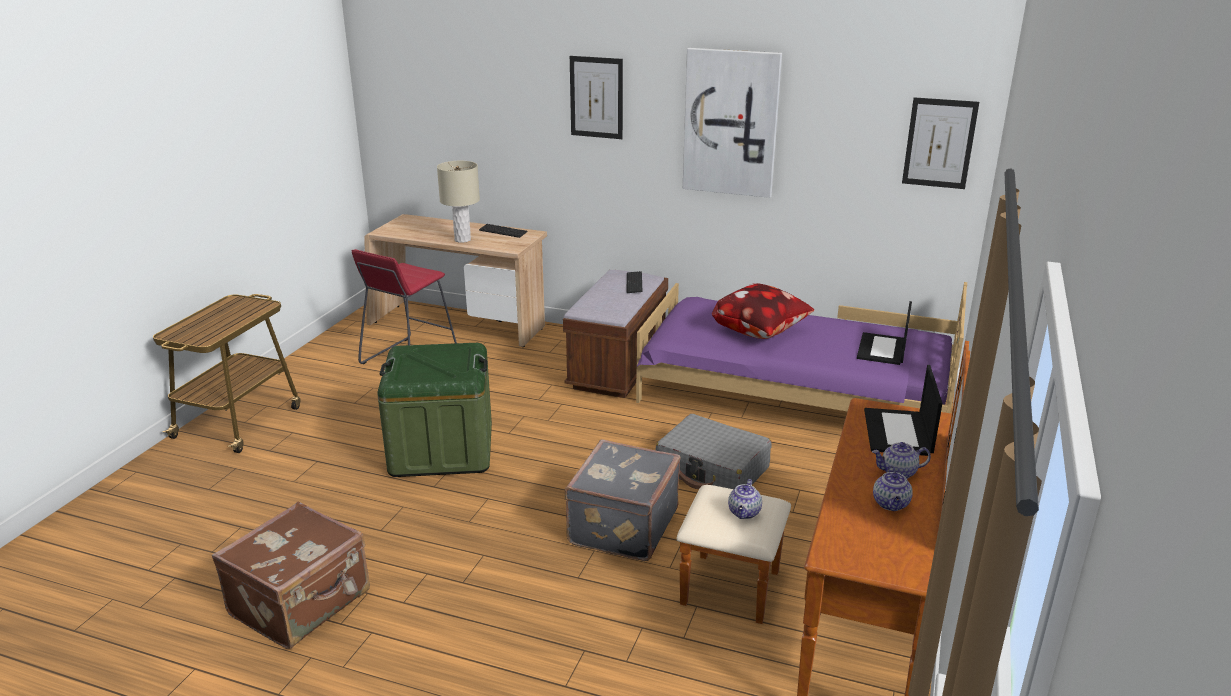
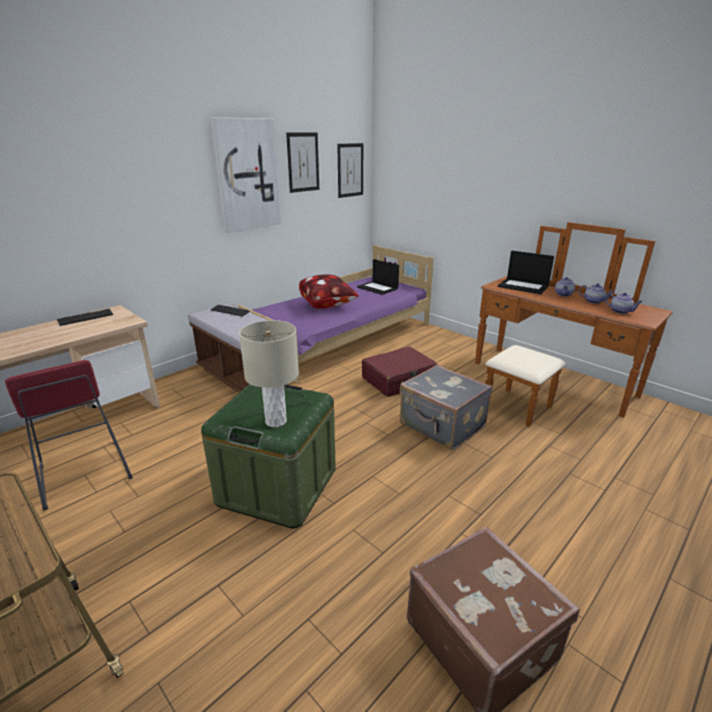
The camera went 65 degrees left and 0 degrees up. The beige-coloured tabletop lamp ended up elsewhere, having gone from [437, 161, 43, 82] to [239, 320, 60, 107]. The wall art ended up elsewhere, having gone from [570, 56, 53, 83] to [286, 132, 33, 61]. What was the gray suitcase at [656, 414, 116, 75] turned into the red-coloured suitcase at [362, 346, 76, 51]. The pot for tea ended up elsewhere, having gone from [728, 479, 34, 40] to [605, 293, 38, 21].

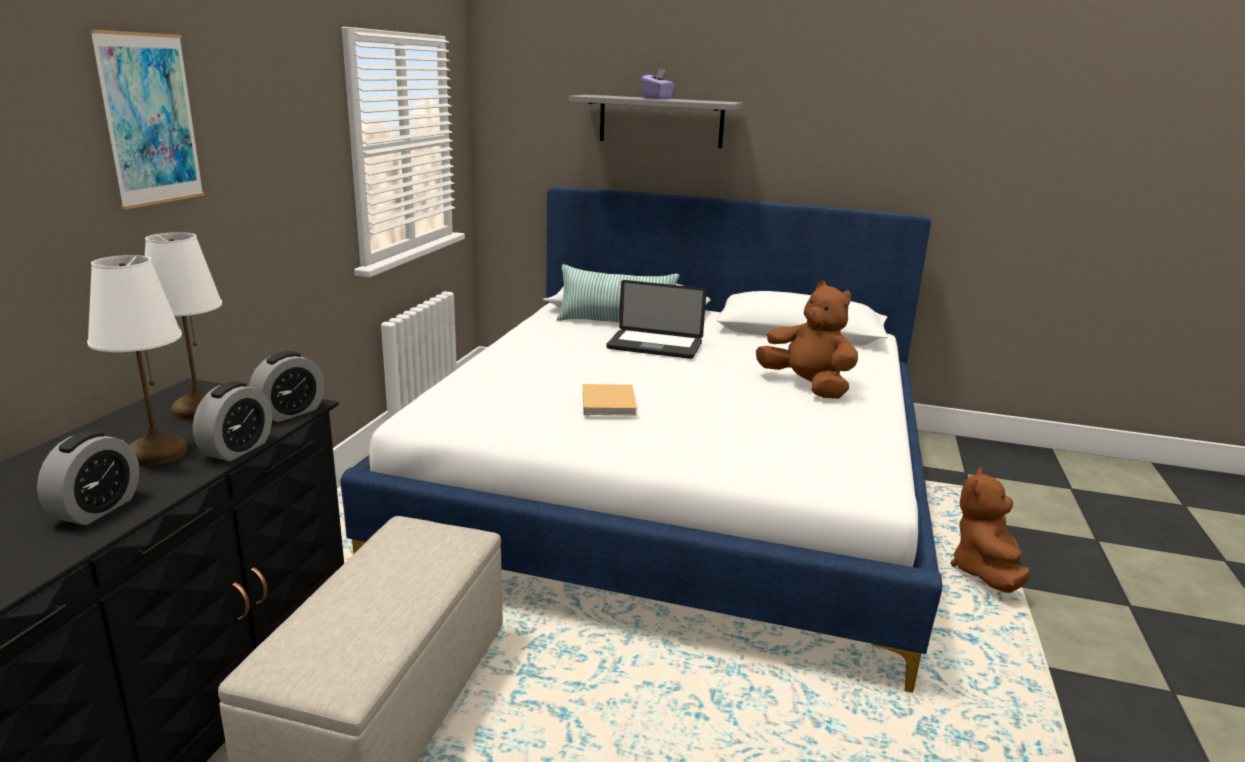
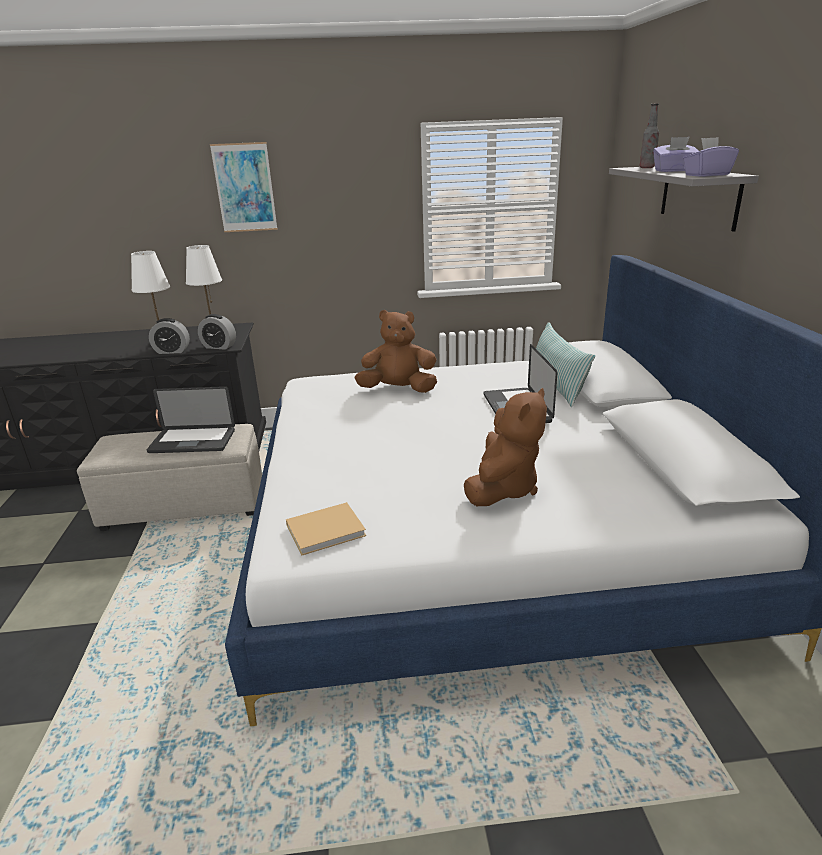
The camera went 70 degrees right and 5 degrees up. The second view gained the laptop at [147, 386, 88, 67]. The beige-coloured book ended up elsewhere, having gone from [583, 384, 54, 32] to [286, 502, 80, 53]. The brown-coloured cuddly toy ended up elsewhere, having gone from [951, 468, 79, 125] to [355, 310, 82, 83]. The second view gained the beverage bottle at [639, 103, 20, 65]. The second view gained the purple tissue box at [683, 137, 56, 40]. The second view lost the table clock at [37, 431, 102, 94].

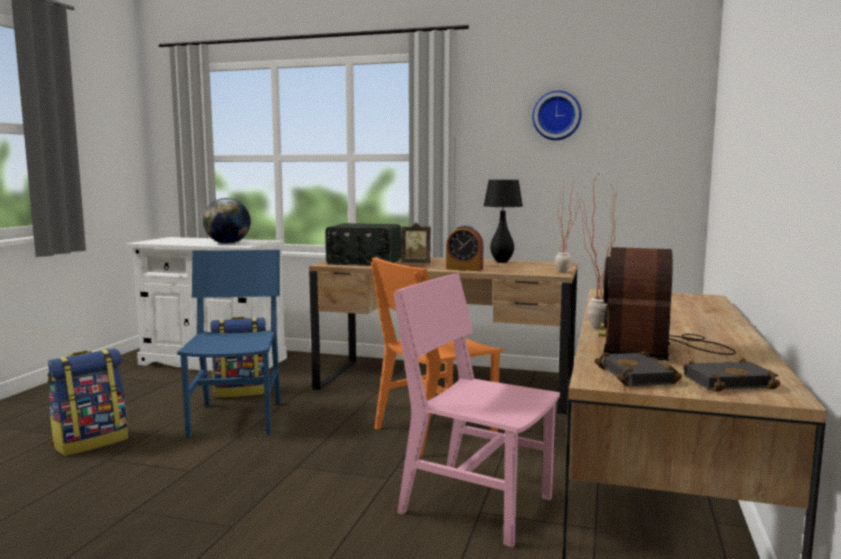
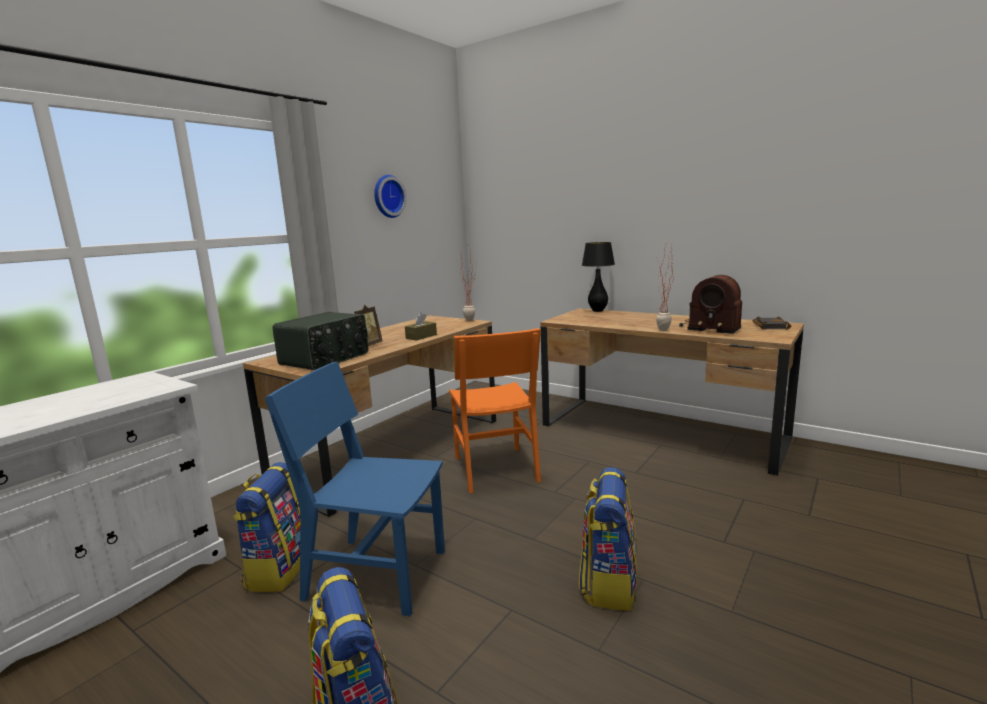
The camera went 70 degrees left and 5 degrees up. Where the table clock stood at [446, 225, 37, 46], the brown-coloured tissue box came to stand at [405, 312, 32, 29]. The second view gained the rucksack at [579, 467, 58, 144]. The black-coloured tabletop lamp ended up elsewhere, having gone from [484, 180, 39, 83] to [582, 242, 33, 70]. The second view lost the desk globe at [203, 198, 48, 46]. The second view lost the pink-coloured chair at [393, 273, 167, 274]. The second view lost the black-coloured book at [595, 351, 87, 36].

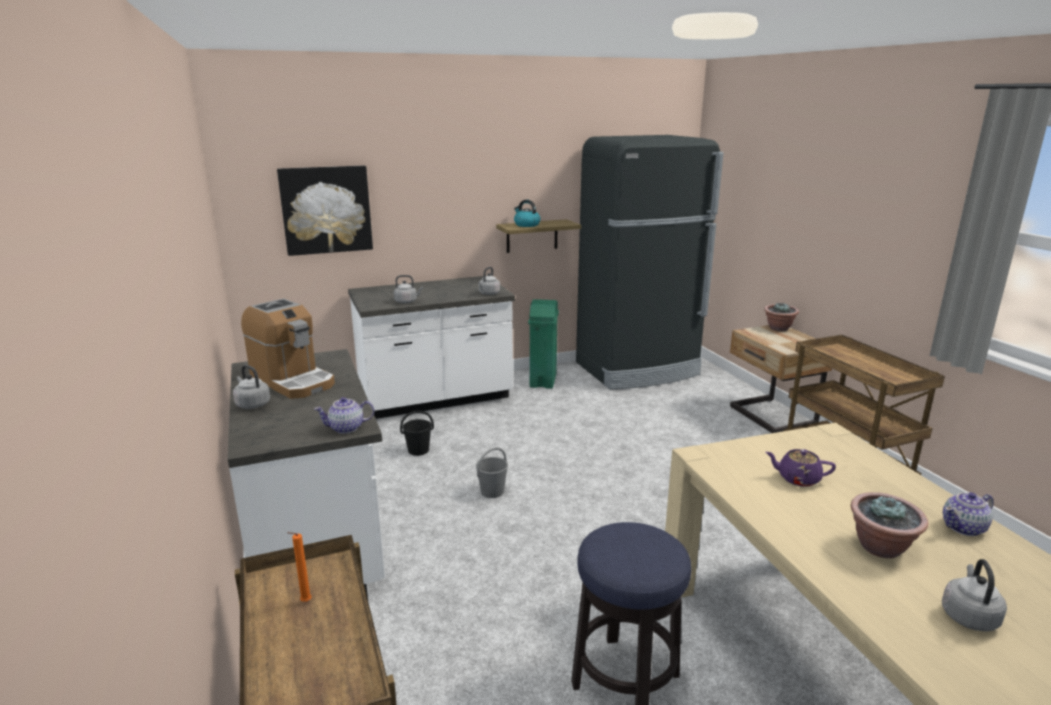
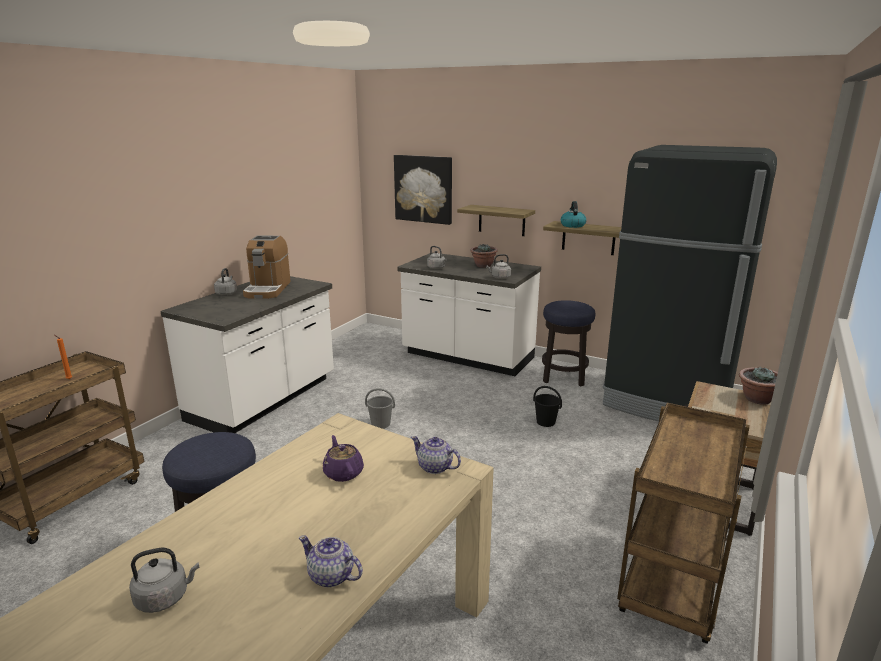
The camera went 50 degrees right and 0 degrees up. The pot for tea ended up elsewhere, having gone from [314, 397, 61, 37] to [411, 436, 50, 38]. The second view gained the bracket shelf at [457, 205, 78, 31]. The plant in a pot ended up elsewhere, having gone from [851, 492, 77, 66] to [470, 244, 28, 24]. The black-coloured pail ended up elsewhere, having gone from [400, 411, 34, 45] to [533, 386, 29, 41]. Where the green waste bin stood at [528, 299, 31, 90], the stool seat came to stand at [542, 300, 53, 87].

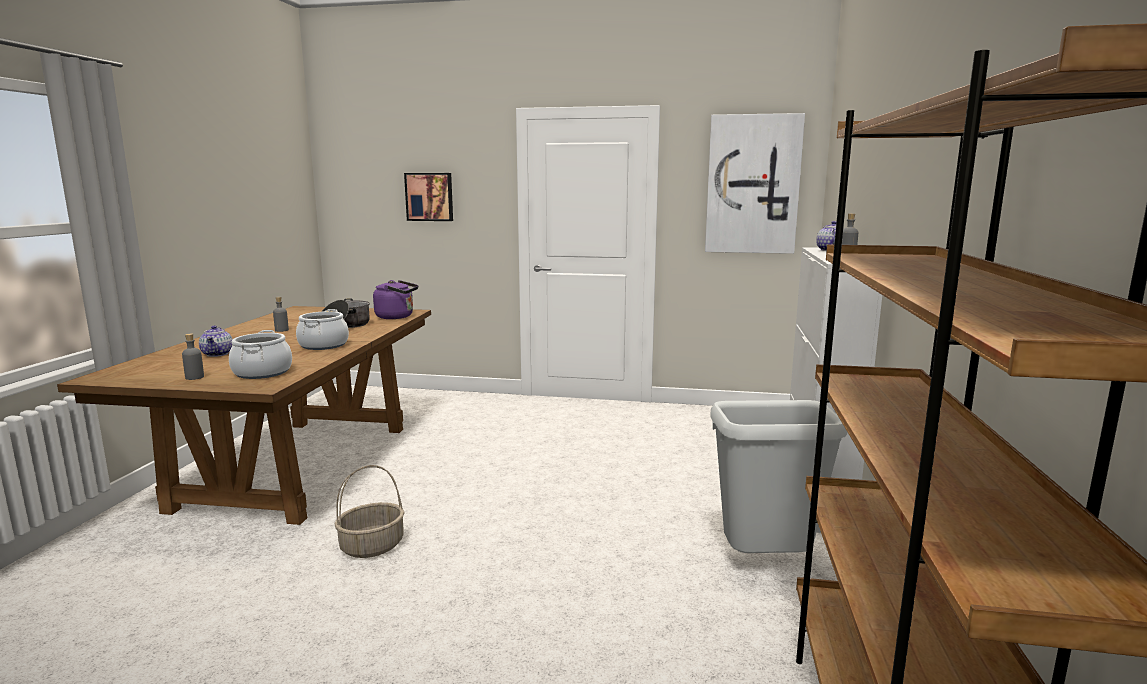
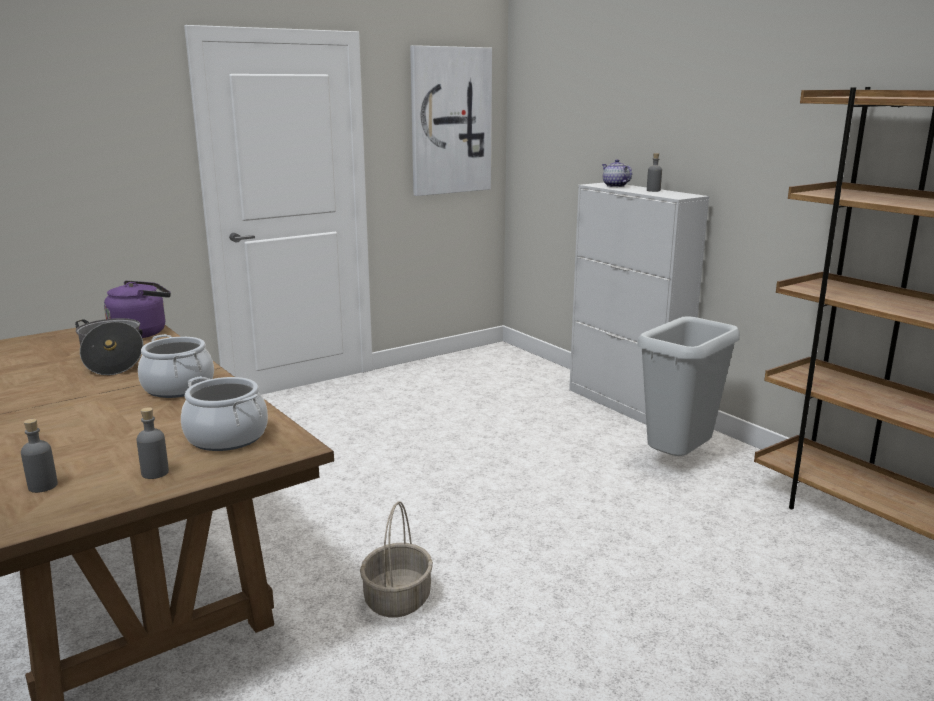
The camera went 45 degrees left and 5 degrees up. The gray beverage bottle ended up elsewhere, having gone from [273, 297, 16, 35] to [21, 419, 37, 74]. The second view lost the pot for tea at [199, 325, 34, 32]. The second view lost the wall art at [404, 173, 49, 48].

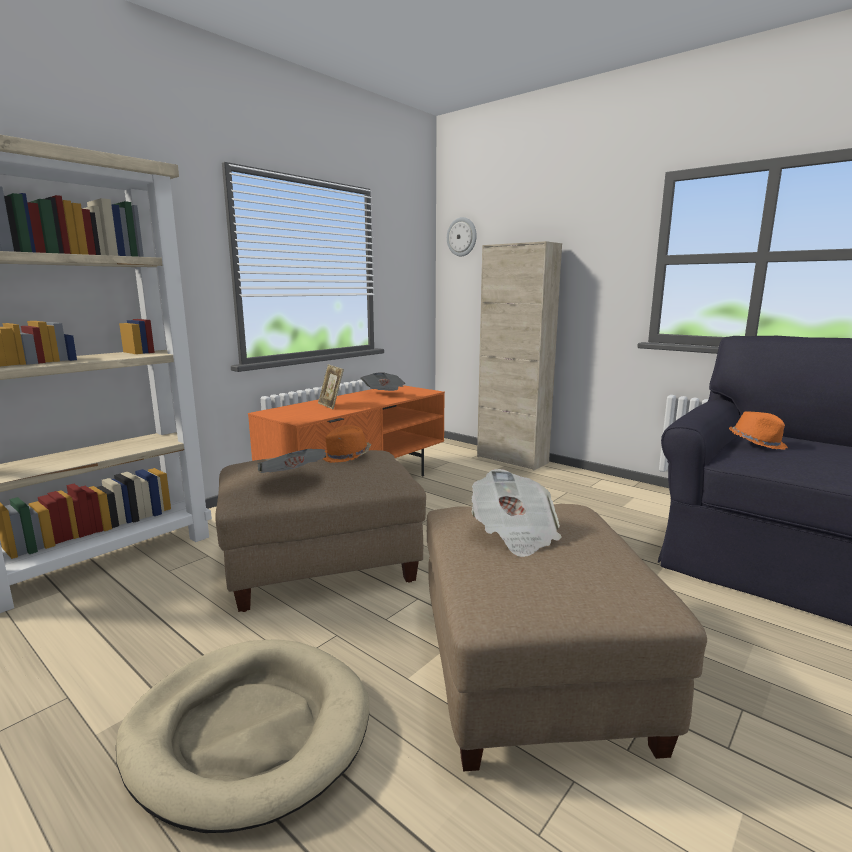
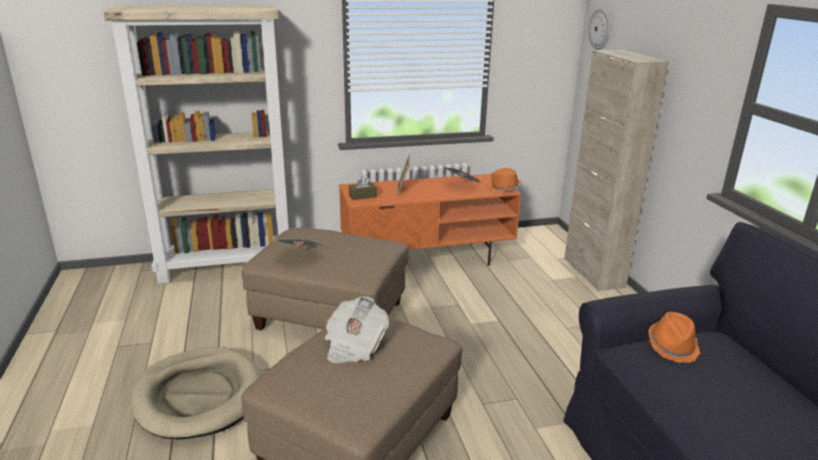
The camera went 35 degrees right and 10 degrees up. The second view gained the brown-coloured tissue box at [349, 176, 28, 24]. The orangey clothing hat ended up elsewhere, having gone from [323, 425, 48, 38] to [487, 168, 34, 24].

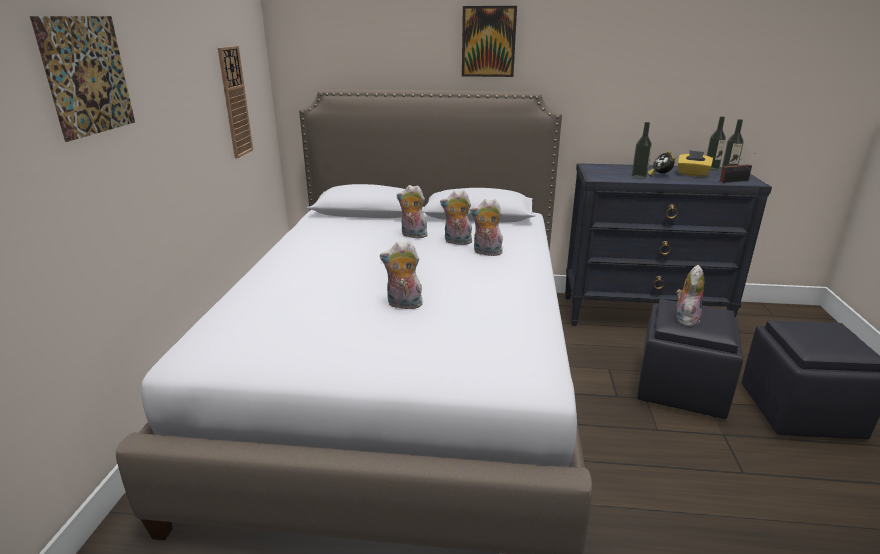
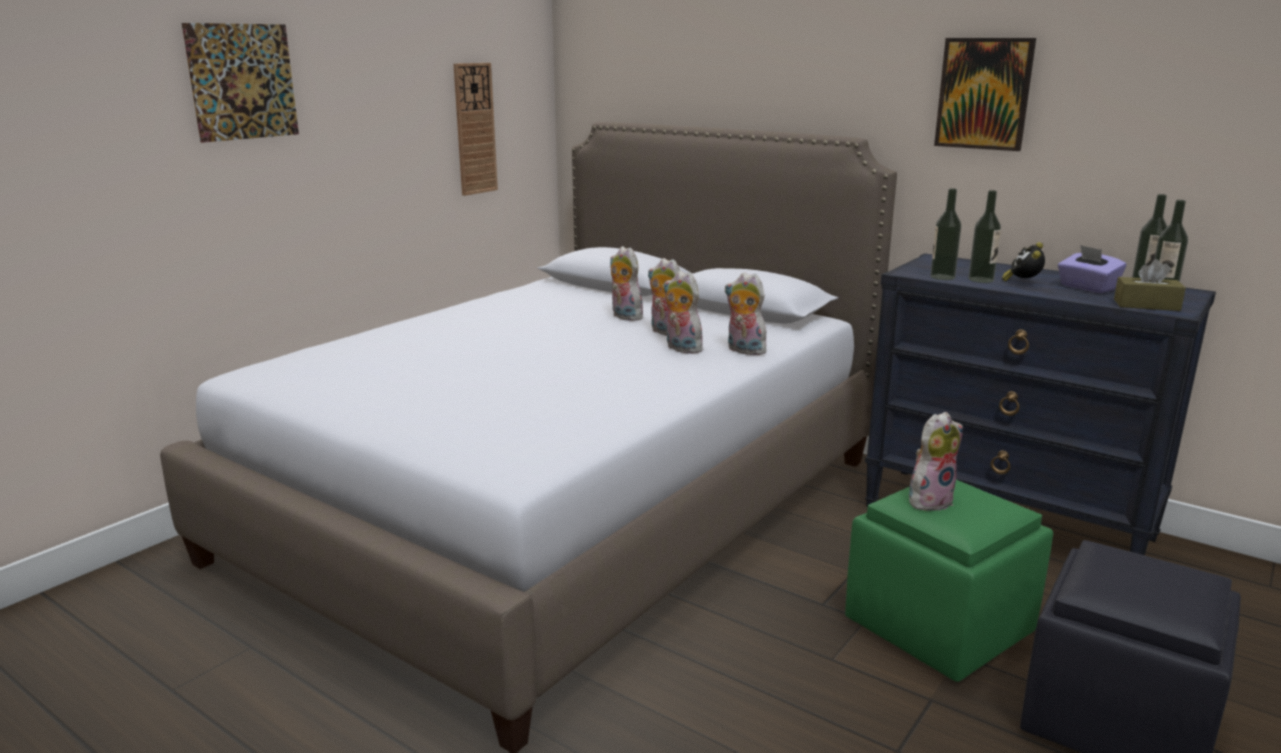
The camera went 30 degrees right and 5 degrees down. The cuddly toy ended up elsewhere, having gone from [380, 242, 43, 67] to [725, 272, 42, 83]. What was the black-coloured ottoman at [637, 299, 106, 120] turned into the green ottoman at [845, 480, 208, 202]. The second view gained the beverage bottle at [930, 188, 31, 92]. The wall art ended up elsewhere, having gone from [462, 6, 55, 71] to [934, 38, 102, 113]. What was the yellowish tissue box at [678, 150, 35, 27] turned into the purple tissue box at [1058, 245, 68, 48]. Where the radio set stood at [720, 154, 32, 29], the brown-coloured tissue box came to stand at [1114, 259, 72, 52].

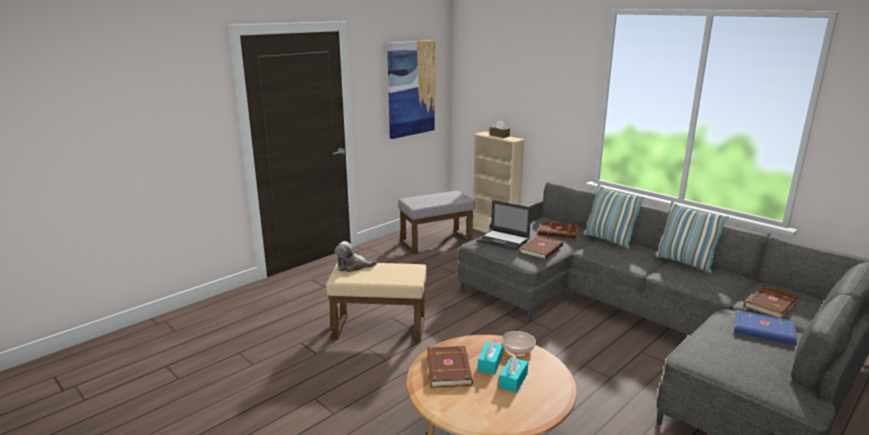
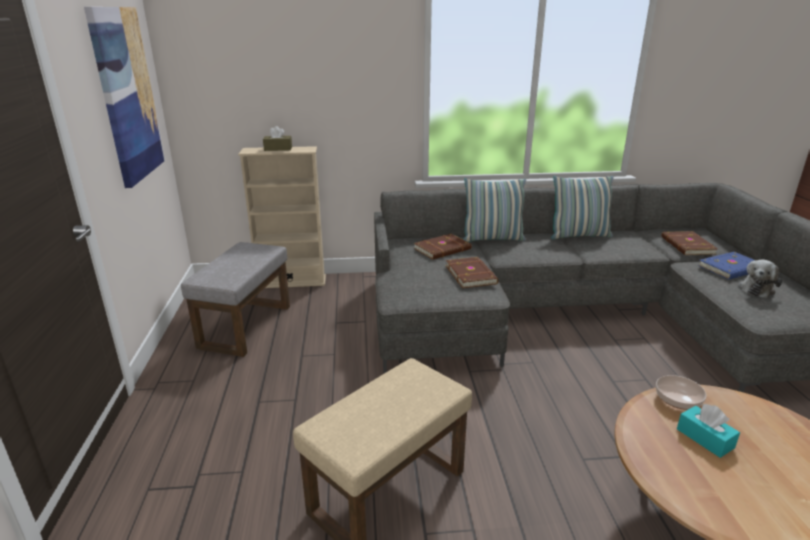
The camera went 50 degrees left and 5 degrees up. The cuddly toy ended up elsewhere, having gone from [334, 241, 43, 31] to [738, 259, 44, 39]. The second view lost the brown-coloured book at [427, 346, 46, 42]. The second view lost the laptop at [477, 200, 54, 51]. The second view lost the turquoise-coloured tissue box at [499, 355, 29, 38].

